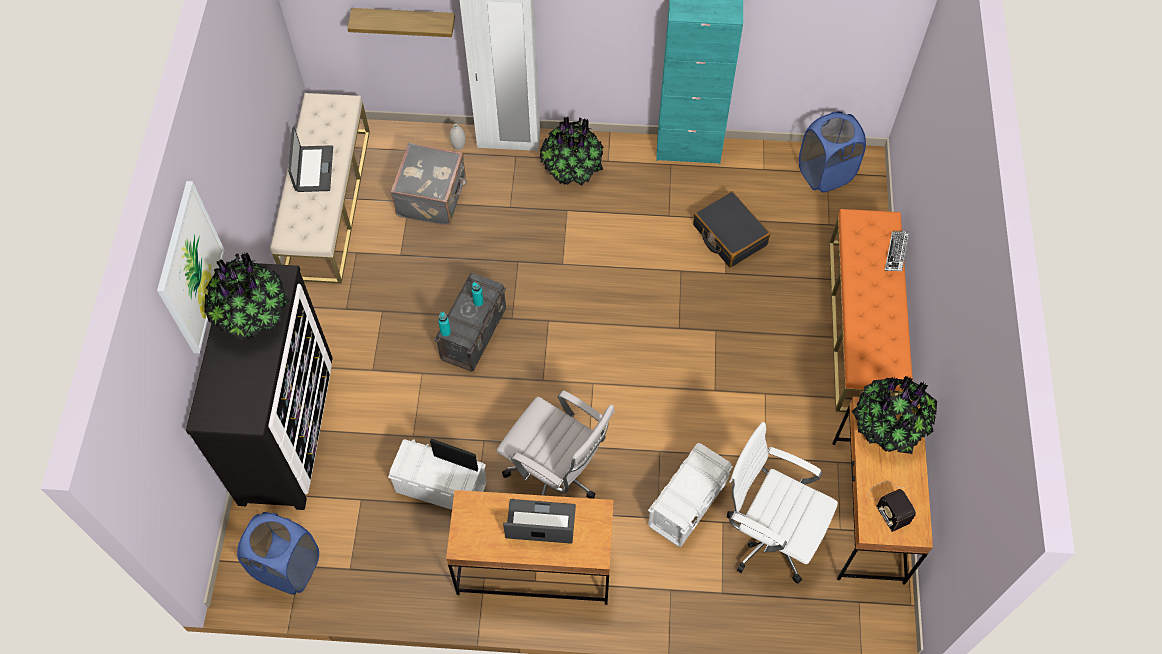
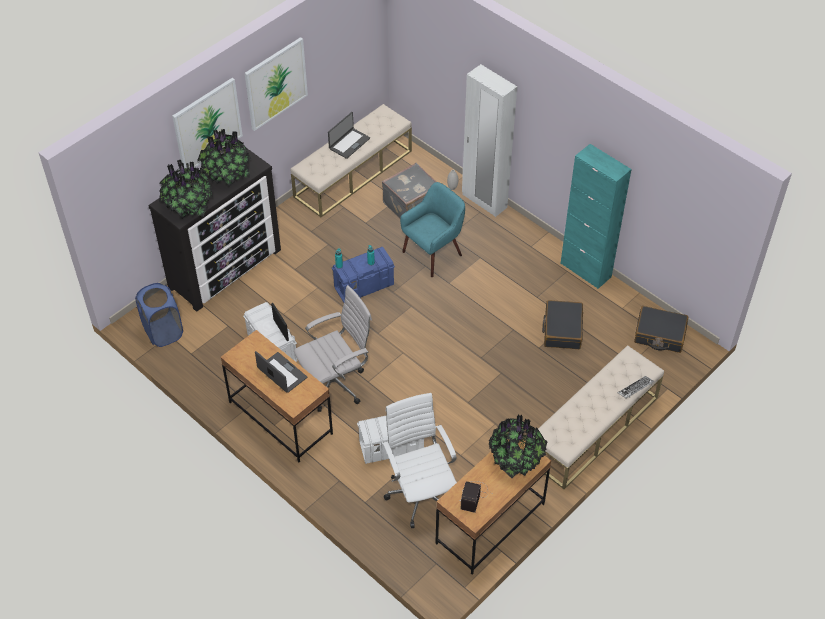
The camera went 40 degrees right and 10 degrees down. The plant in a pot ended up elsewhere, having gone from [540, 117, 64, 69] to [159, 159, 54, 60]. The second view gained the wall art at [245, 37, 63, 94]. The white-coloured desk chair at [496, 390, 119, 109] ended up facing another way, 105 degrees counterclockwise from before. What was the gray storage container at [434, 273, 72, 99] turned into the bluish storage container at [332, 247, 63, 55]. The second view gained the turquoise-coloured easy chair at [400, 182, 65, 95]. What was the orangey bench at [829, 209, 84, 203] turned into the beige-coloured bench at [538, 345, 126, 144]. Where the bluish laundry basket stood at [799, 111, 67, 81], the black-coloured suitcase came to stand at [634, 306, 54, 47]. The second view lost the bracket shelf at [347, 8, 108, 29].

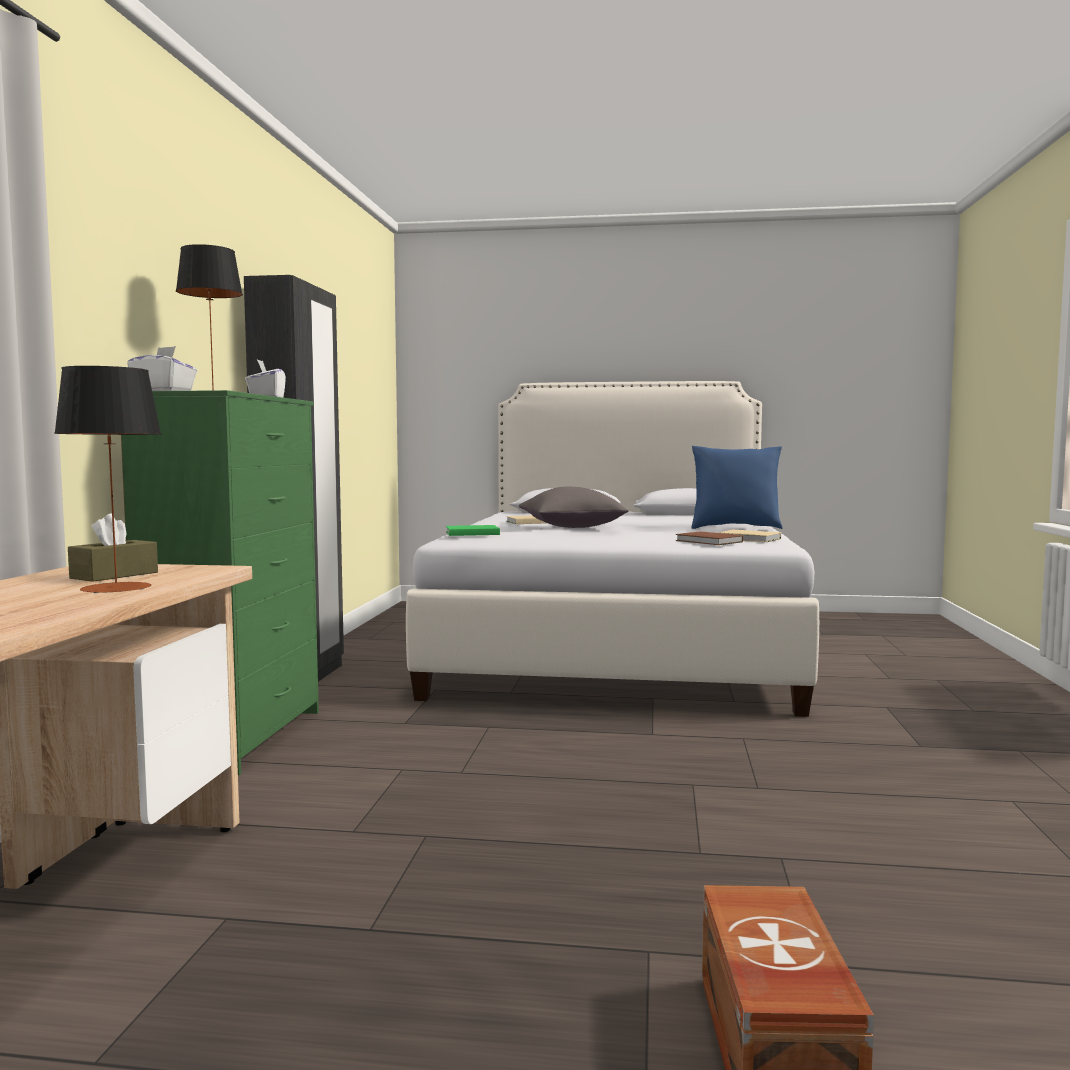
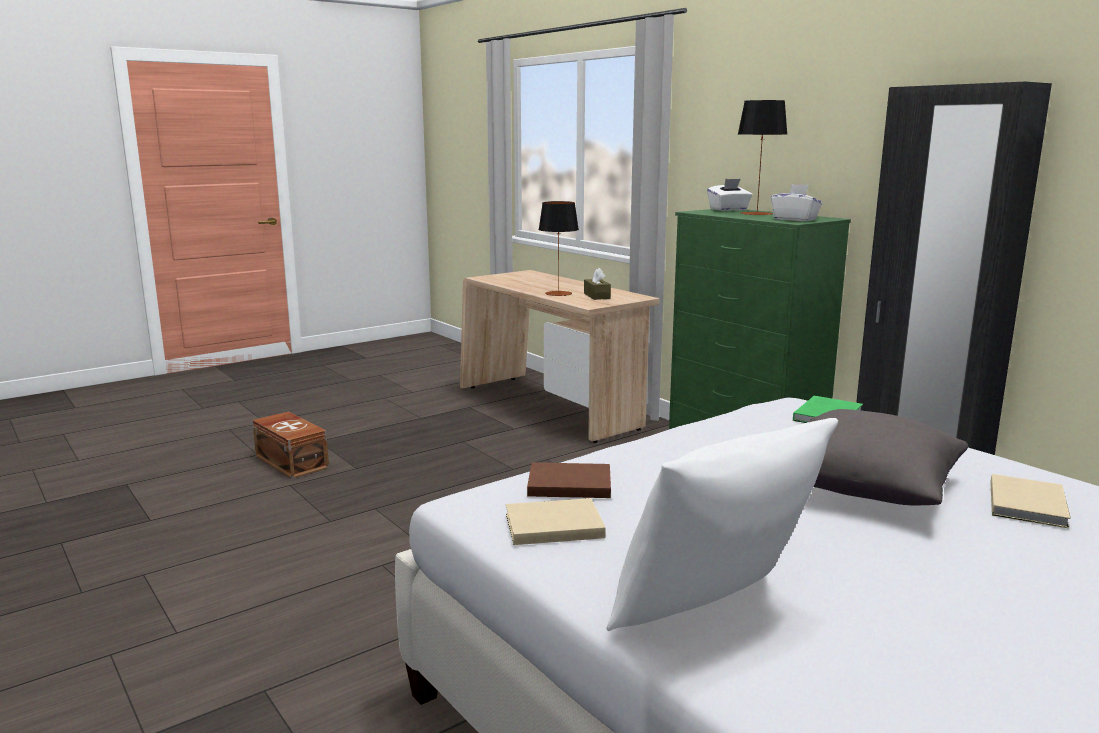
The camera went 135 degrees right and 10 degrees up. What was the bluish throw pillow at [691, 446, 92, 83] turned into the white-coloured throw pillow at [606, 418, 232, 213].

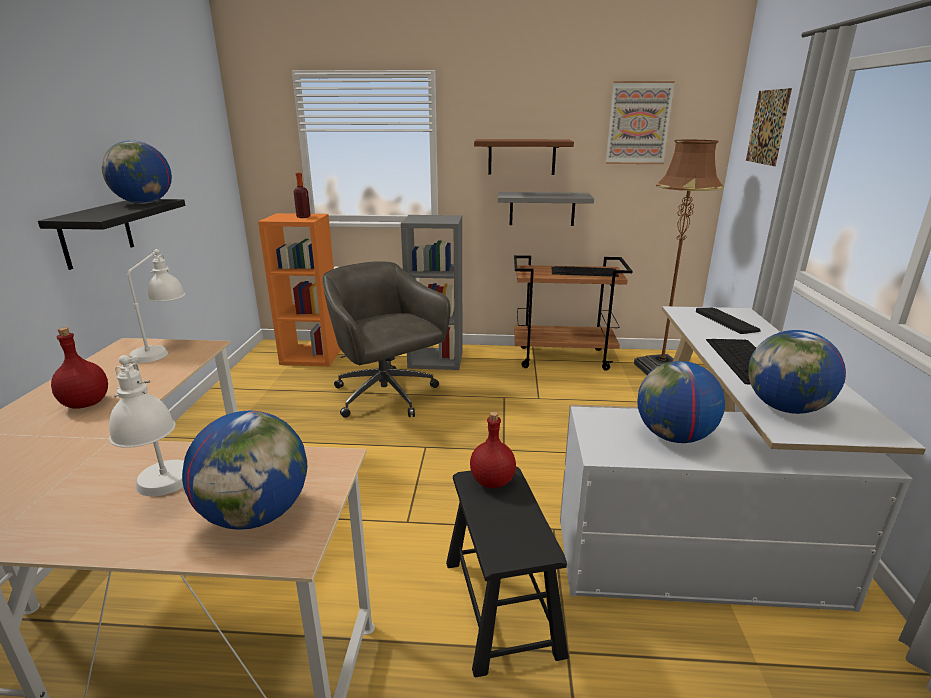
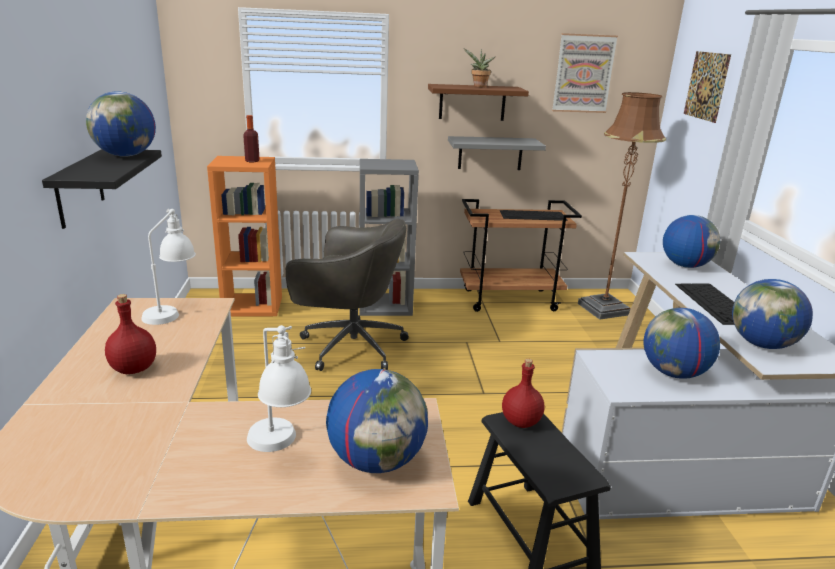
The camera went 10 degrees left and 0 degrees up. The gray desk chair at [322, 261, 128, 157] ended up facing another way, 150 degrees clockwise from before. The second view gained the plant in a pot at [463, 48, 32, 39]. Where the computer keyboard stood at [696, 308, 64, 26], the desk globe came to stand at [663, 215, 57, 53].

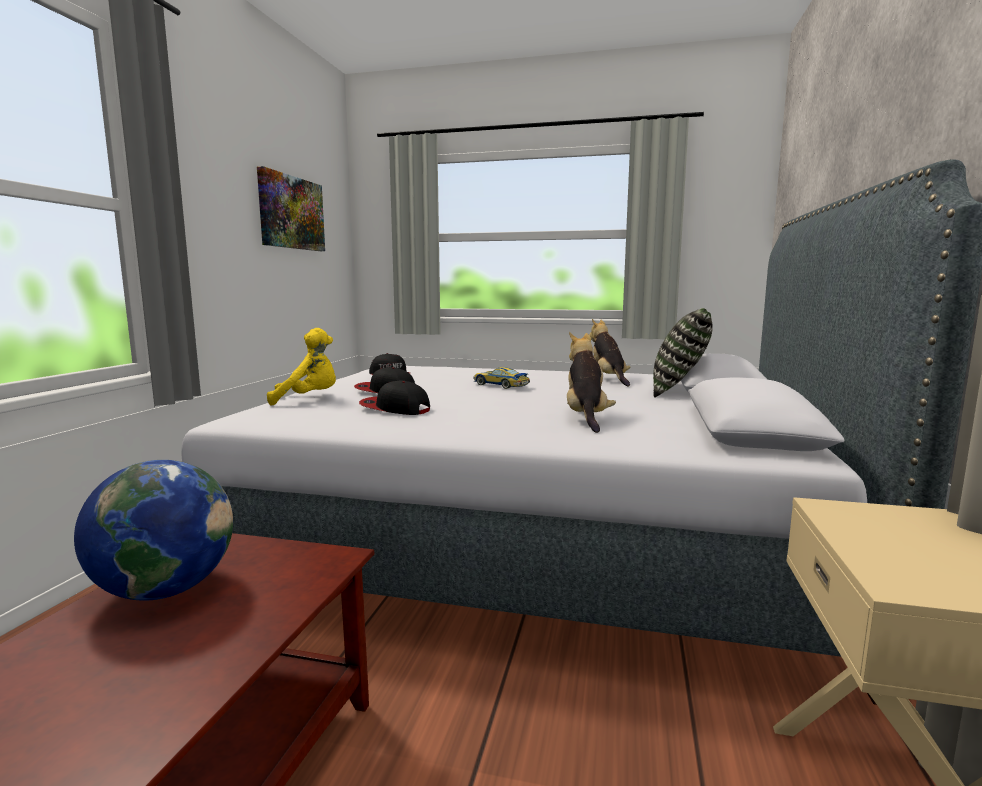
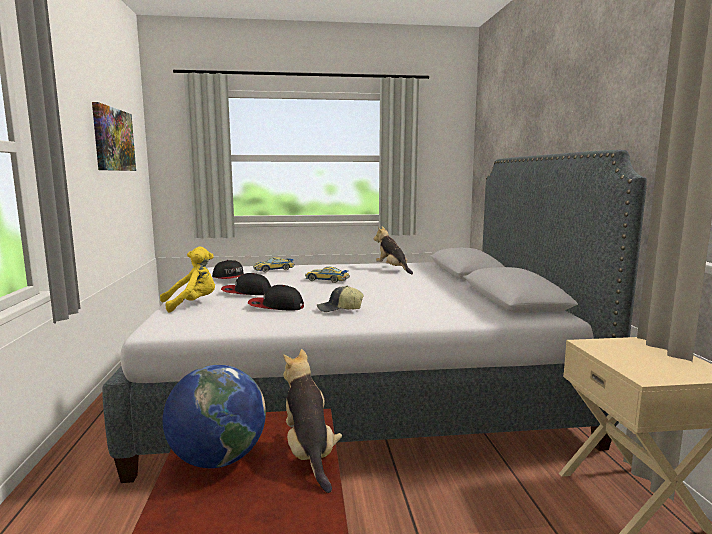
The camera went 20 degrees left and 0 degrees up. The second view gained the model car at [253, 257, 42, 15]. The cuddly toy ended up elsewhere, having gone from [567, 332, 49, 101] to [283, 349, 59, 144]. The second view gained the peaked cap at [317, 286, 47, 26]. The second view lost the throw pillow at [653, 308, 59, 90].

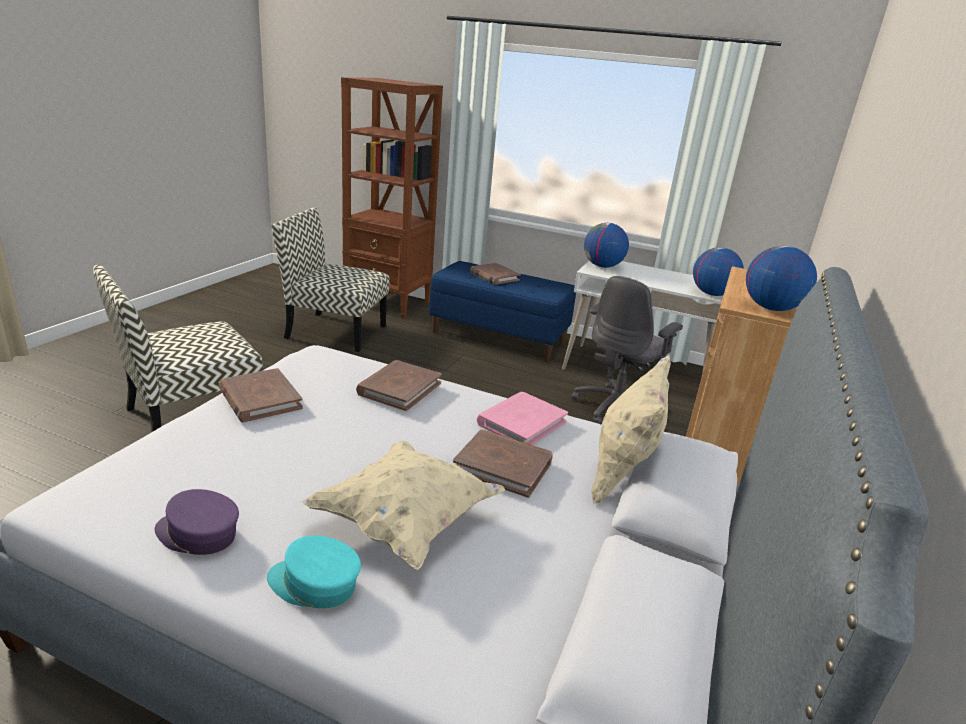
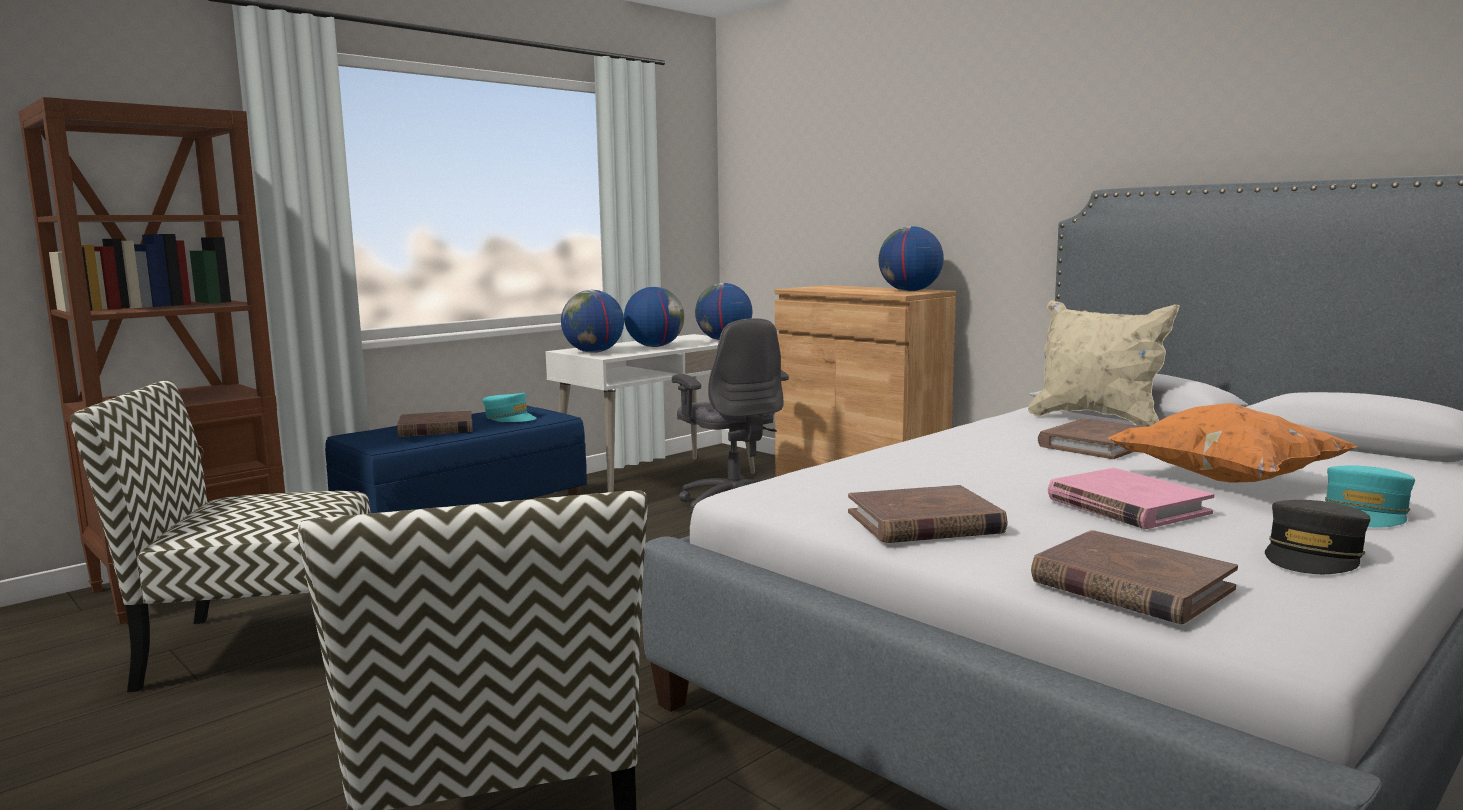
The camera went 65 degrees left and 15 degrees down. The chair at [272, 208, 118, 144] ended up facing another way, 45 degrees clockwise from before. The second view gained the turquoise-coloured peaked cap at [482, 393, 55, 29]. The second view gained the desk globe at [624, 287, 60, 60]. The brown-coloured book ended up elsewhere, having gone from [356, 360, 86, 51] to [1031, 530, 207, 94]. The pink-coloured book ended up elsewhere, having gone from [477, 392, 91, 53] to [1048, 468, 167, 61]. What was the beige-coloured throw pillow at [302, 441, 203, 129] turned into the orangey throw pillow at [1108, 403, 249, 80]. What was the purple peaked cap at [155, 489, 84, 66] turned into the gray peaked cap at [1265, 500, 106, 74].

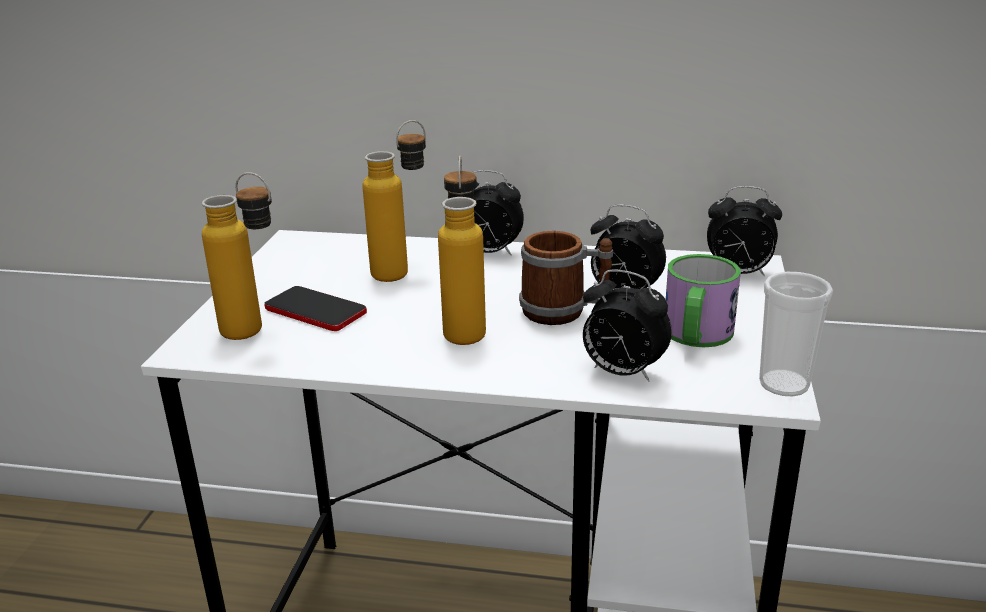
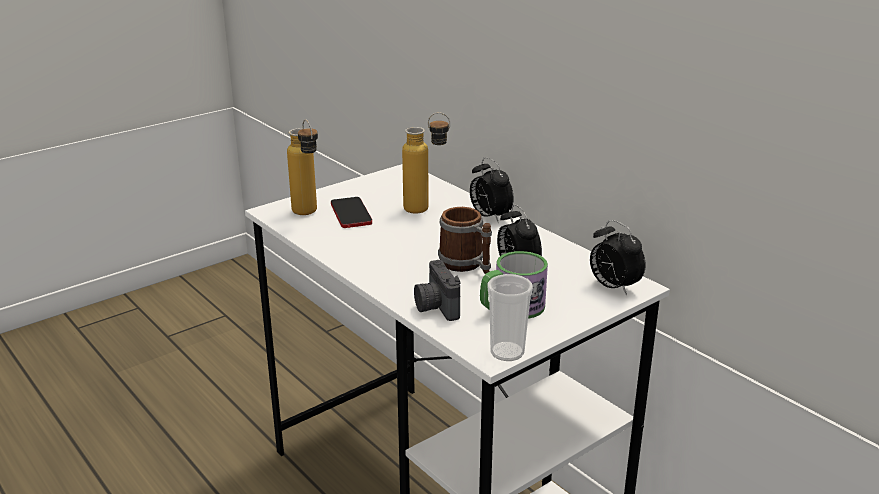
The camera went 40 degrees right and 0 degrees up. Where the table clock stood at [583, 269, 89, 113], the photo camera came to stand at [414, 260, 47, 61]. The second view lost the beverage bottle at [438, 156, 48, 189].

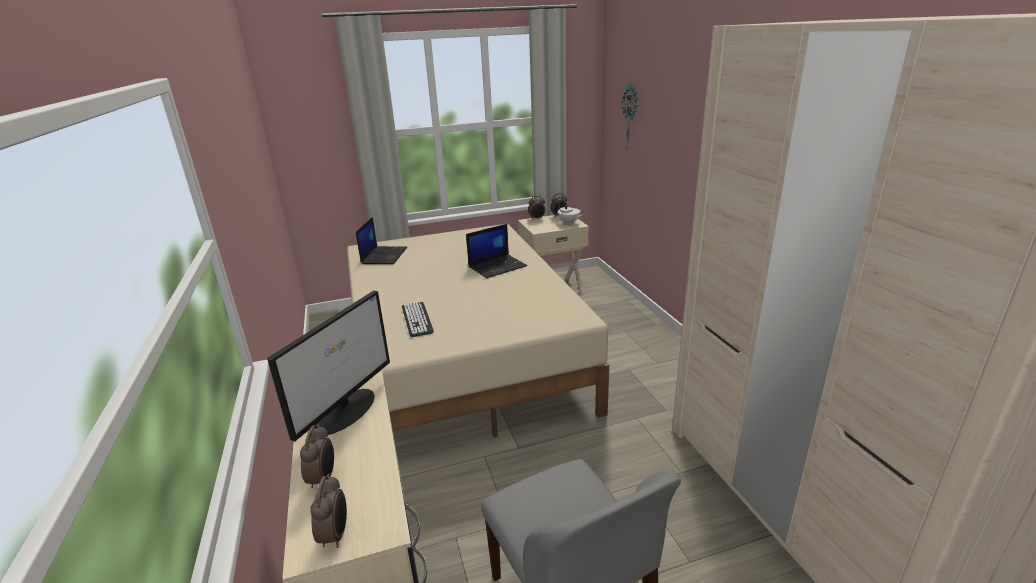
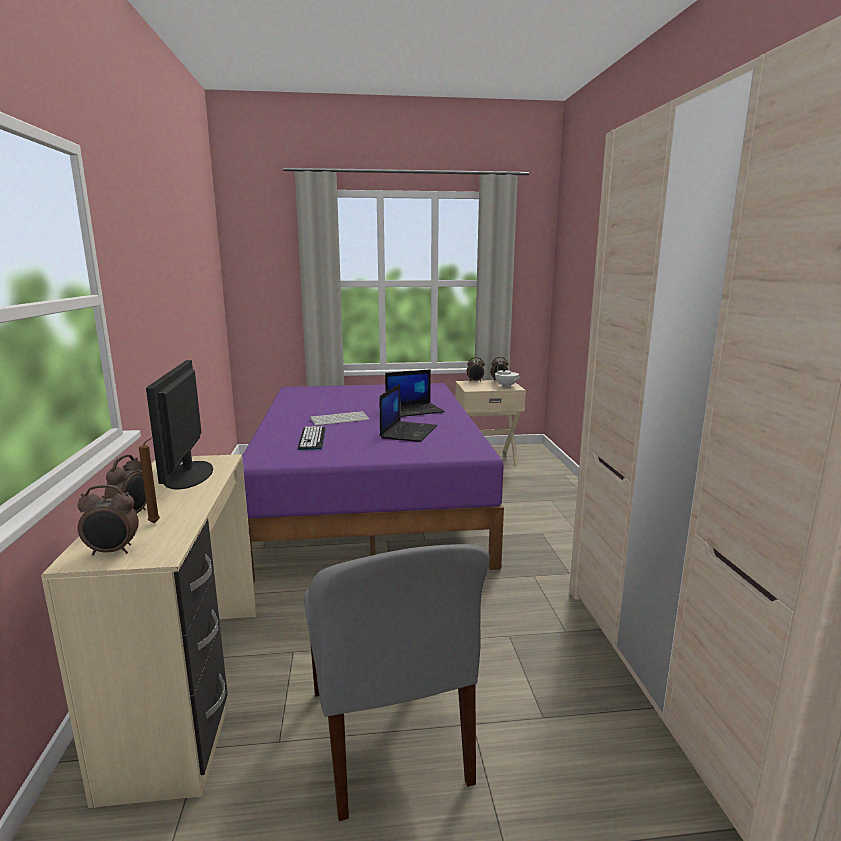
The camera went 10 degrees right and 10 degrees down. The table clock at [310, 474, 37, 74] ended up facing another way, 75 degrees clockwise from before. The second view gained the brown-coloured wax candle at [139, 437, 21, 86]. The computer screen at [267, 290, 123, 152] ended up facing another way, 135 degrees clockwise from before. What was the beige-coloured bedroom bed at [347, 224, 262, 213] turned into the purple bedroom bed at [242, 383, 262, 199]. The second view gained the computer keyboard at [310, 411, 60, 15]. The laptop ended up elsewhere, having gone from [356, 217, 51, 47] to [380, 384, 57, 58]. The second view lost the clock on the wall at [621, 84, 17, 67].

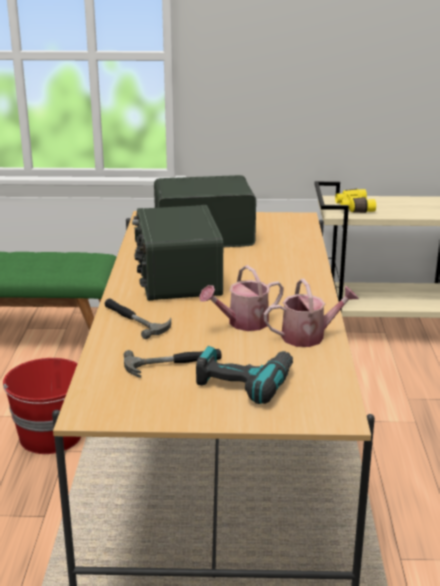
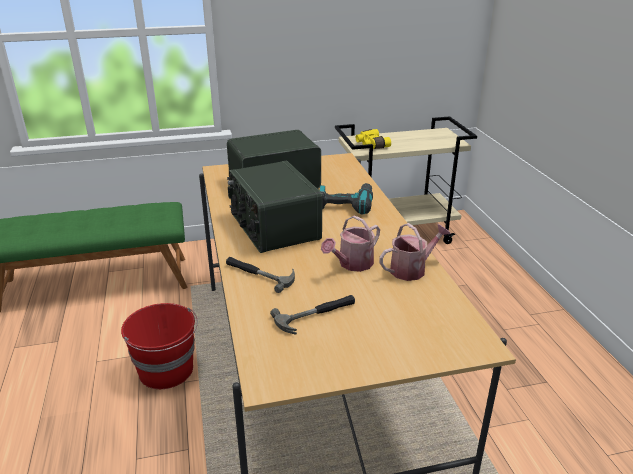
The camera went 15 degrees left and 5 degrees up. The drill ended up elsewhere, having gone from [196, 346, 97, 58] to [320, 183, 53, 32].

